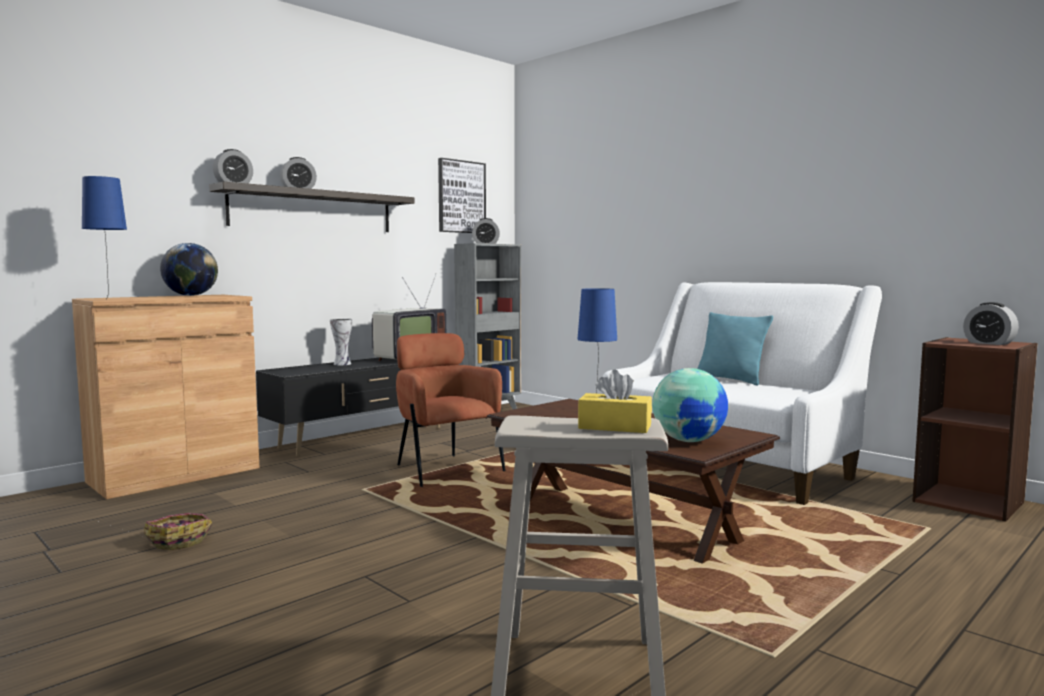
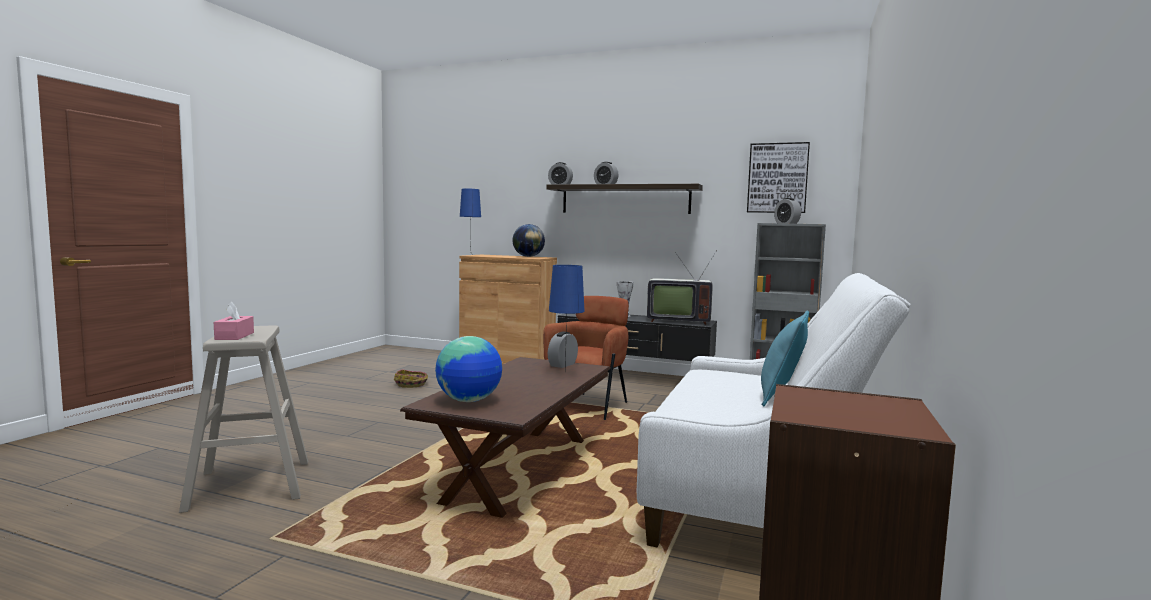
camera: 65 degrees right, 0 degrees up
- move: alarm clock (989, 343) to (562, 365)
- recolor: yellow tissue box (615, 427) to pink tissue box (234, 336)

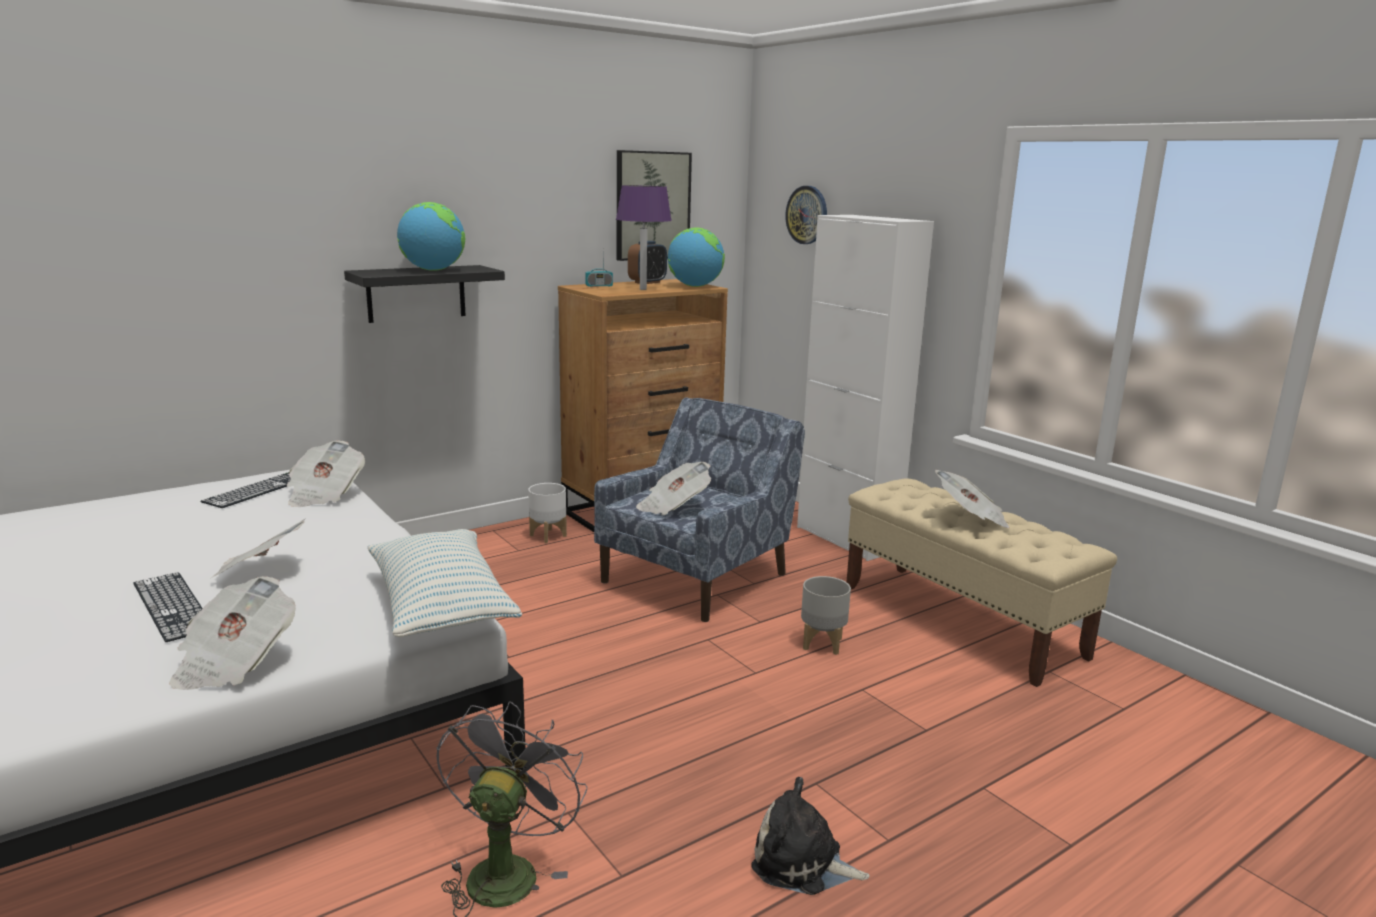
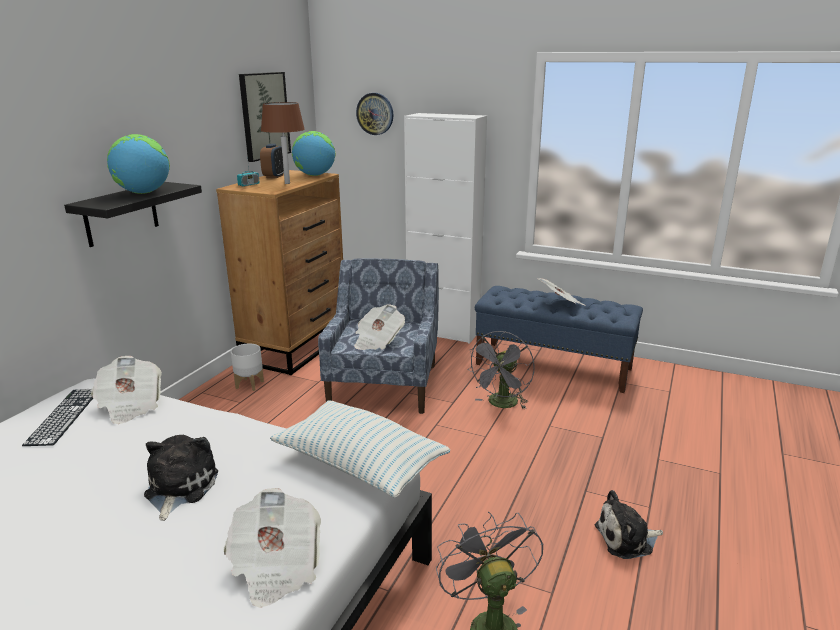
camera: 30 degrees left, 5 degrees up
- delete: keyboard (172, 605)
- replace: newspaper (260, 572) to plush toy (179, 488)
- replace: grey planter (823, 644) to grey fan (501, 405)
- recolor: purple table lamp (642, 289) to brown table lamp (287, 183)
- recolor: beige bench (961, 621) to blue bench (553, 366)

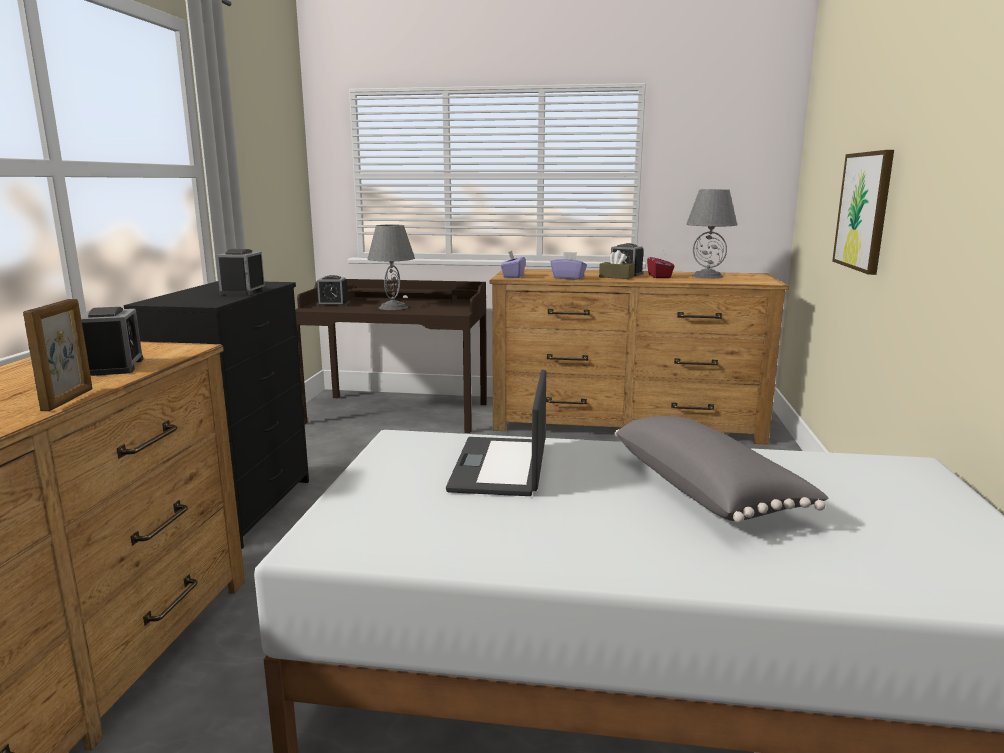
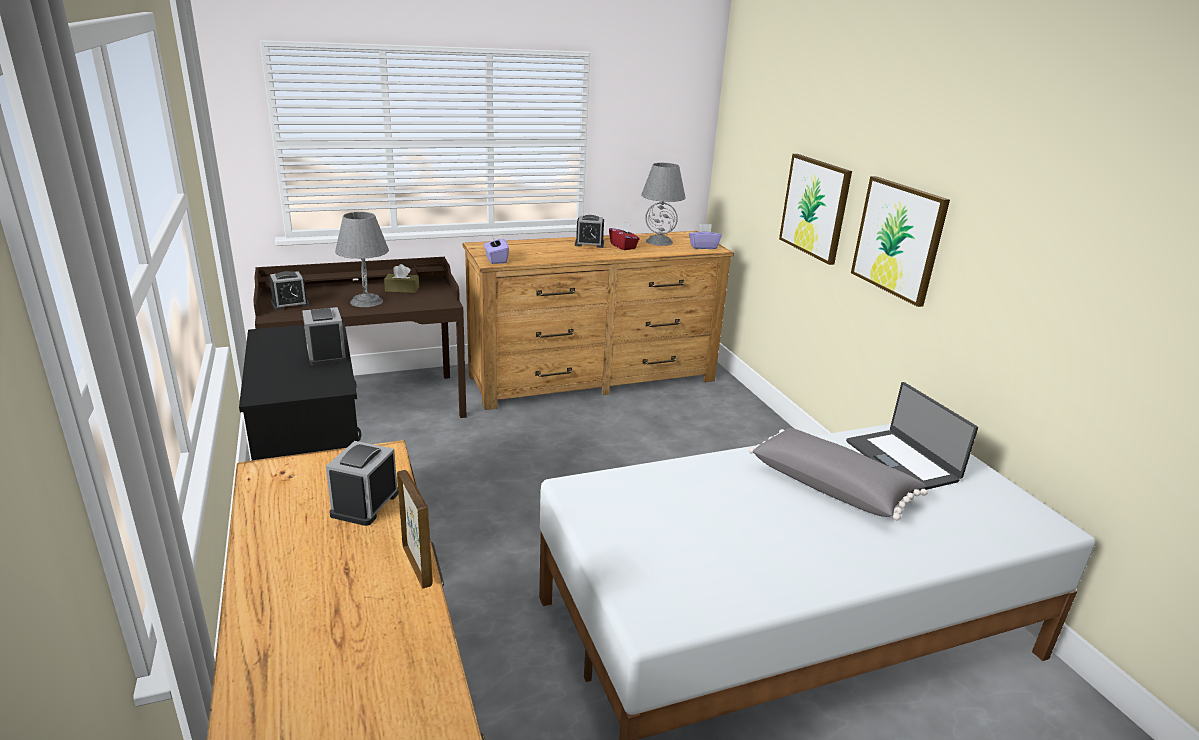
camera: 30 degrees left, 10 degrees up
- insert: picture (898, 239)
- move: laptop (501, 466) to (902, 460)
- move: purple tissue box (568, 278) to (703, 247)
- move: brown tissue box (616, 277) to (402, 289)
- rotate: alarm clock (114, 367) = (365, 504) 120 degrees counterclockwise

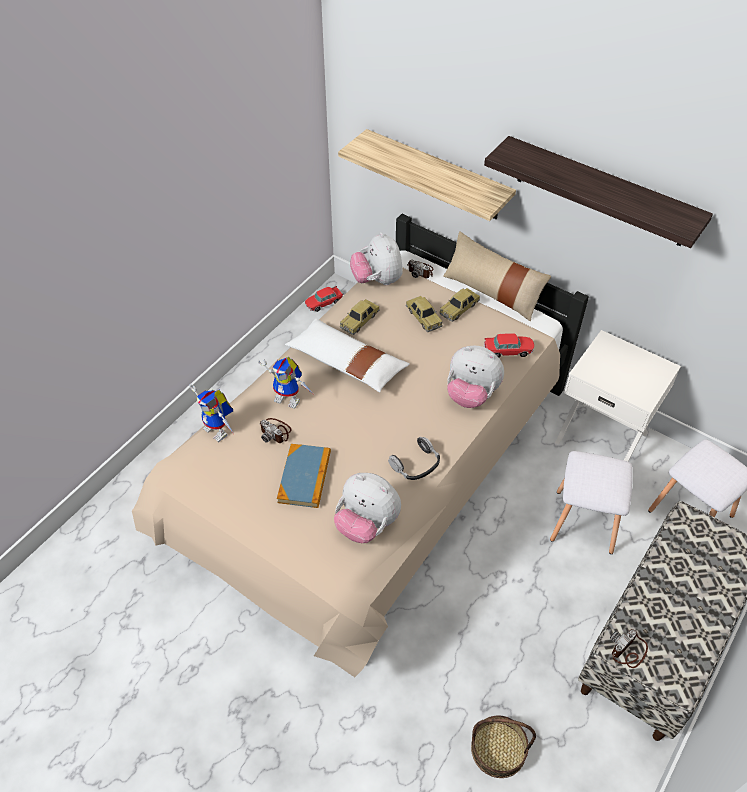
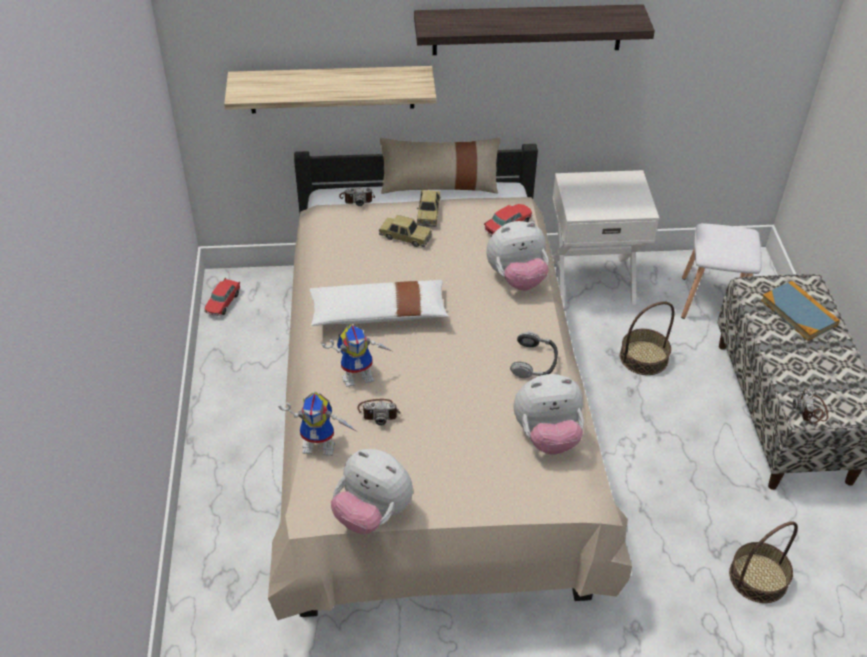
camera: 40 degrees left, 5 degrees down
- delete: toy car (359, 320)
- move: book (304, 477) to (799, 313)
- move: plush toy (377, 280) to (372, 513)
- replace: white stool (582, 521) to basket (644, 357)

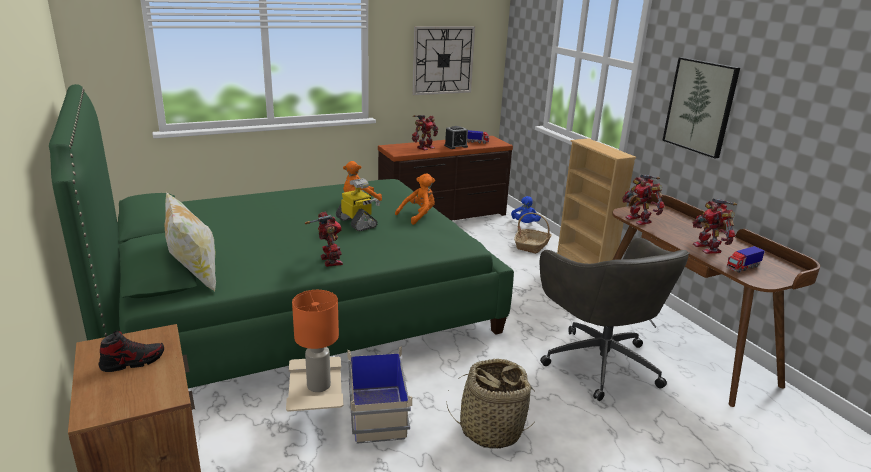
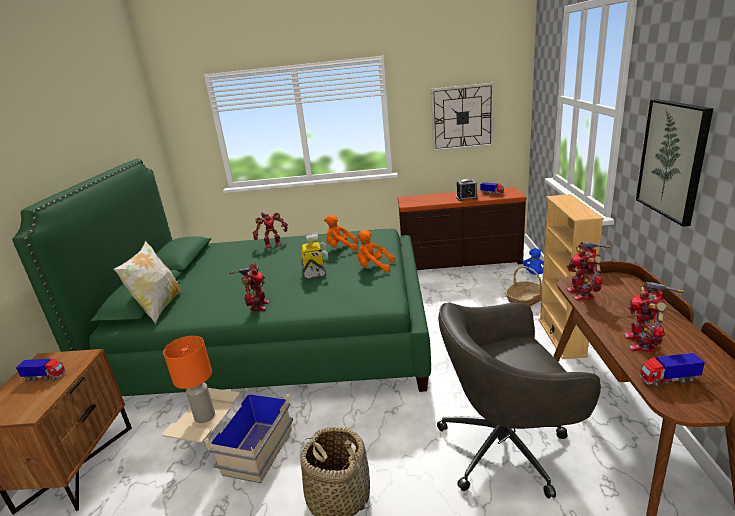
camera: 30 degrees right, 0 degrees up
- move: toy robot (424, 147) to (272, 244)
- replace: shoe (133, 362) to toy truck (45, 377)
- rotate: orange plush toy (418, 216) = (373, 267) 150 degrees counterclockwise
- rotate: grey office chair (599, 361) = (506, 447) 75 degrees clockwise

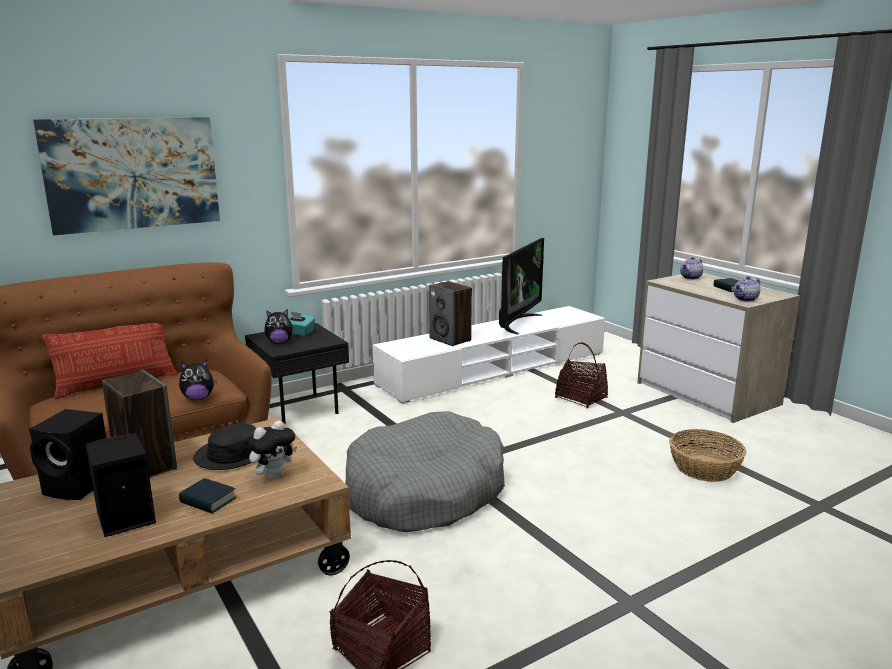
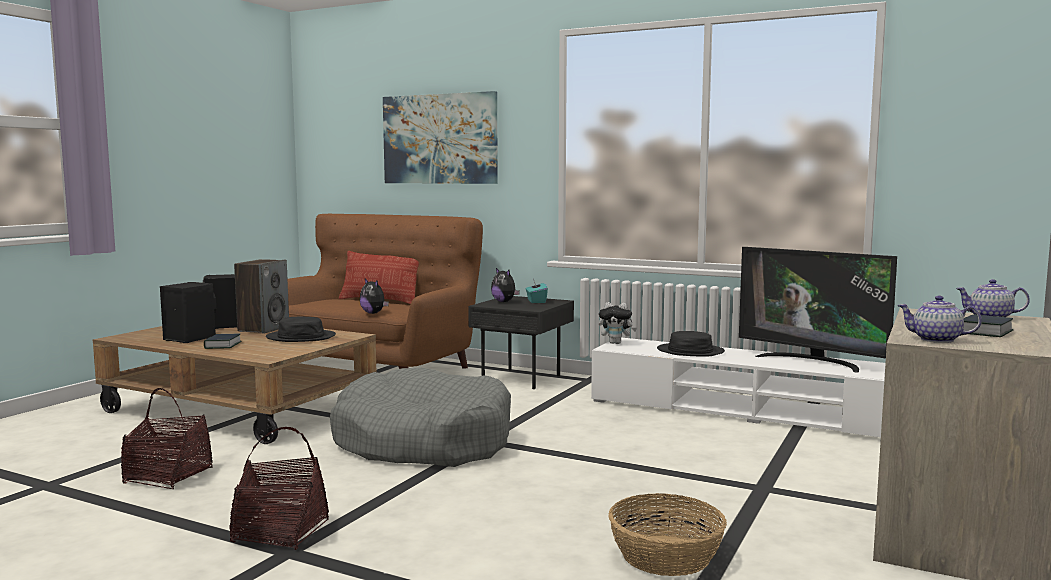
camera: 60 degrees right, 10 degrees down
- move: plush toy (274, 476) to (616, 343)
- move: basket (581, 398) to (280, 532)
- replace: speaker (450, 339) to black hat (690, 351)
- rotate: television (517, 323) = (812, 361) 45 degrees clockwise

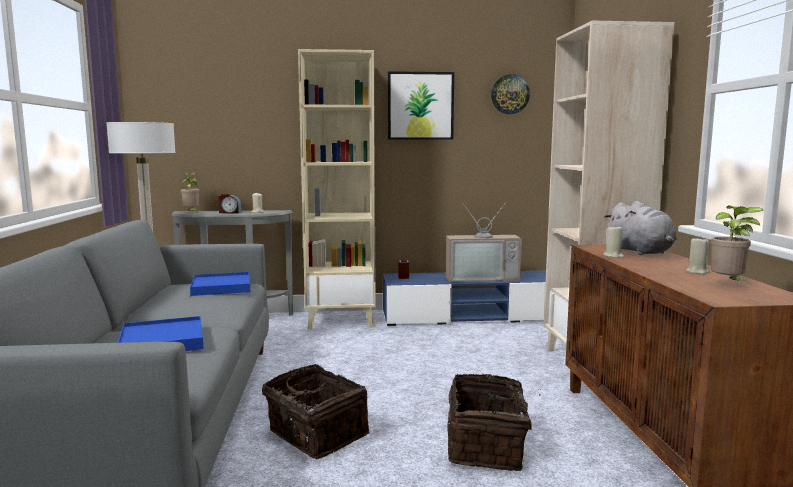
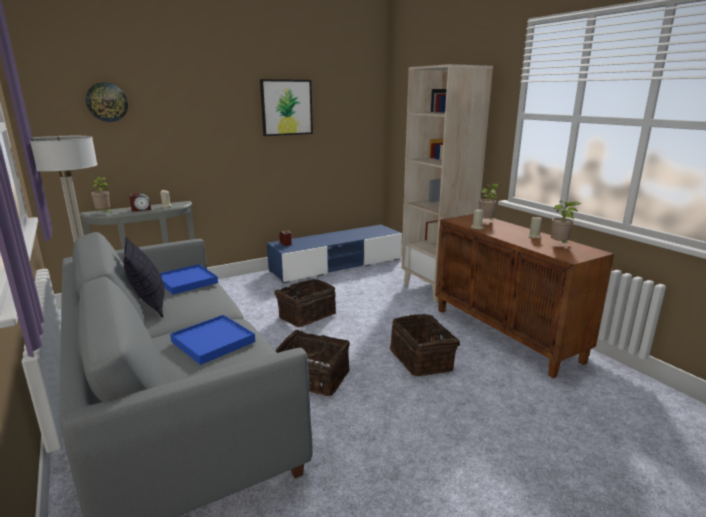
camera: 25 degrees left, 10 degrees up
- delete: beige bookcase (341, 320)
- delete: television (481, 277)
- insert: pillow (149, 305)
- insert: basket (306, 315)
- move: wall clock (510, 94) to (107, 102)
- replace: grey plush toy (641, 252) to potted plant (486, 222)

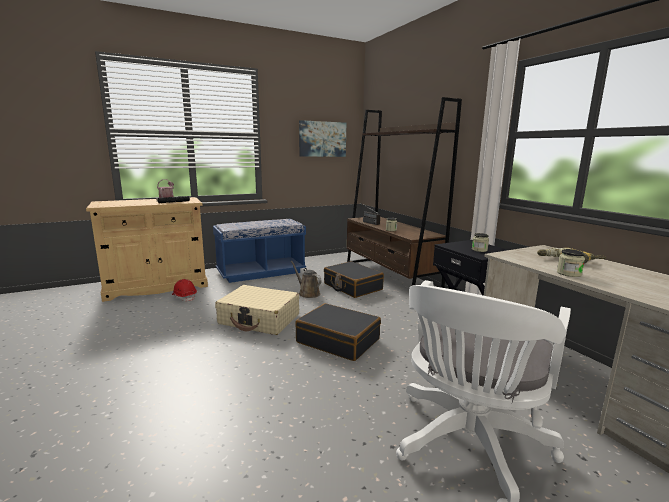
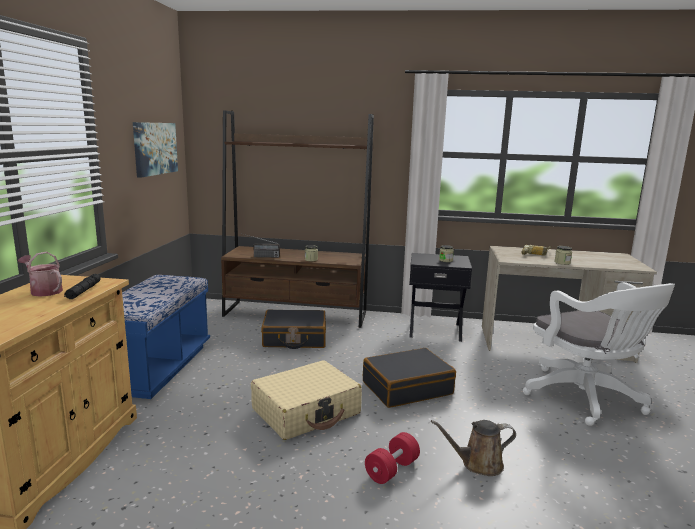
camera: 55 degrees left, 0 degrees up
- delete: red hard hat (184, 297)
- insert: red dumbbell (392, 469)
- move: brown watering can (307, 293) to (478, 464)

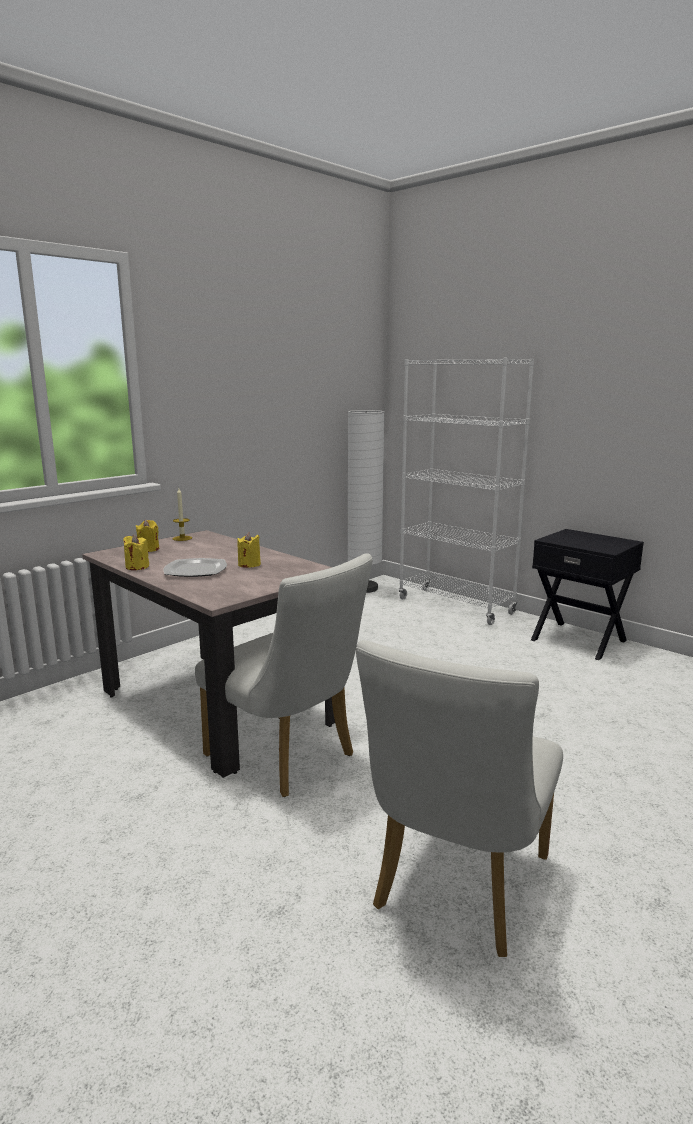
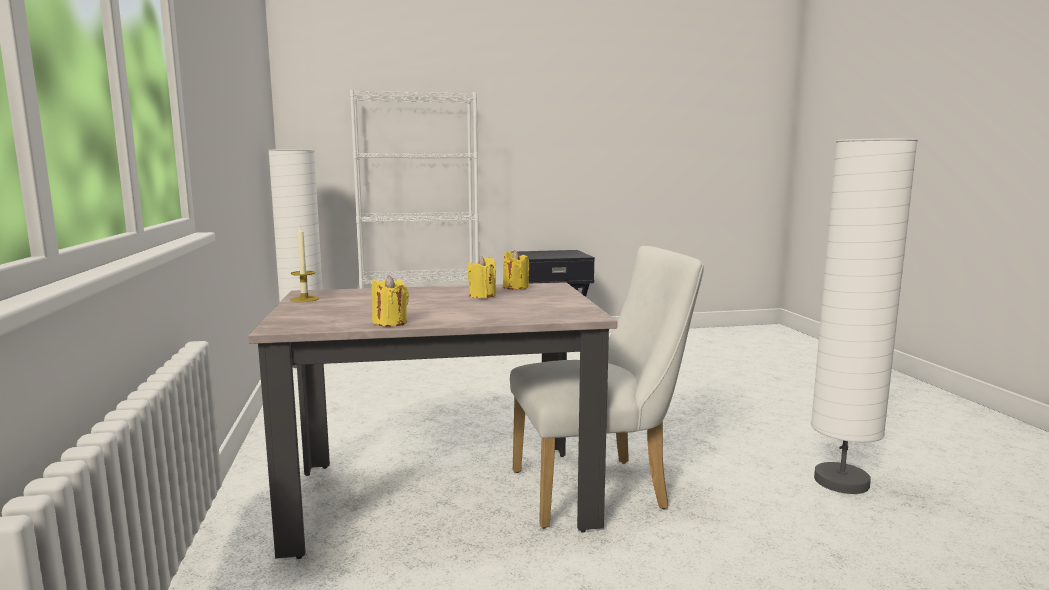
camera: 55 degrees left, 5 degrees down
- delete: plate (196, 570)
- move: yellow candle (148, 549) to (515, 287)
- replace: white chair (456, 890) to white floor lamp (841, 482)

